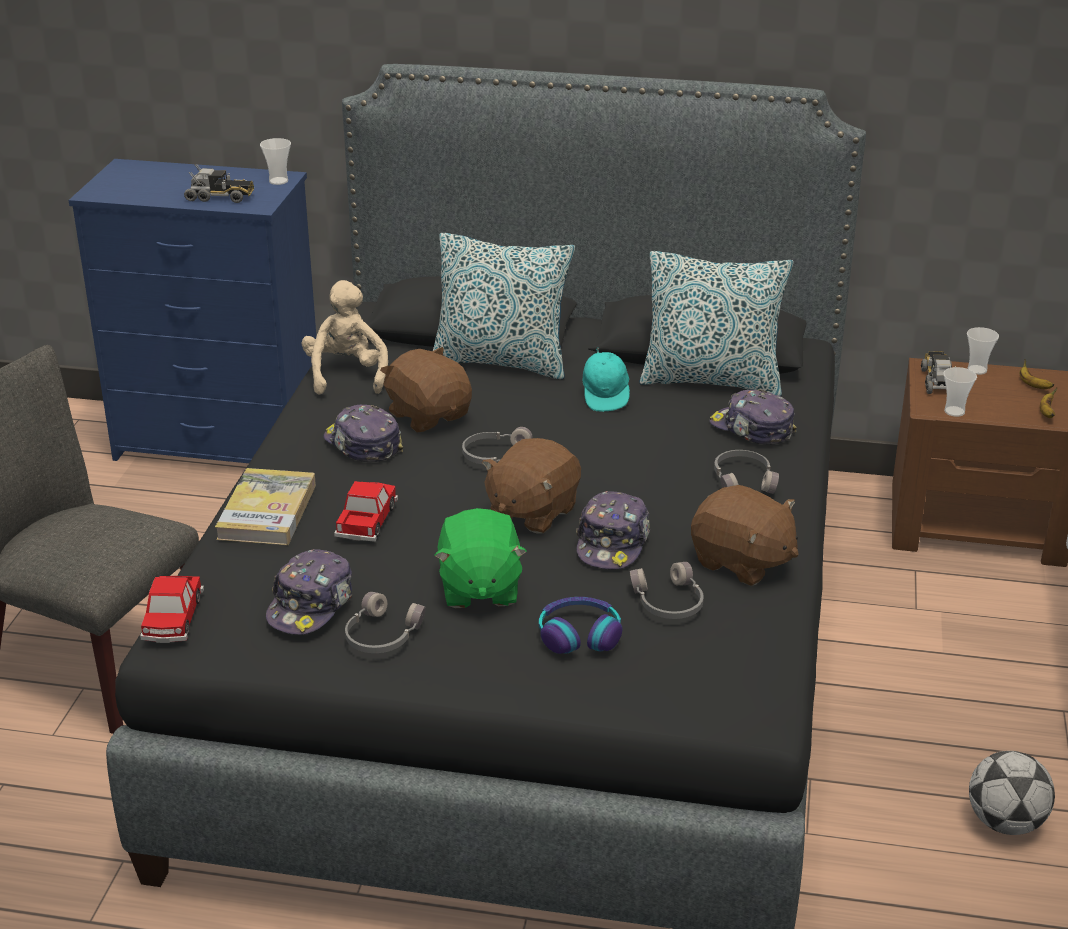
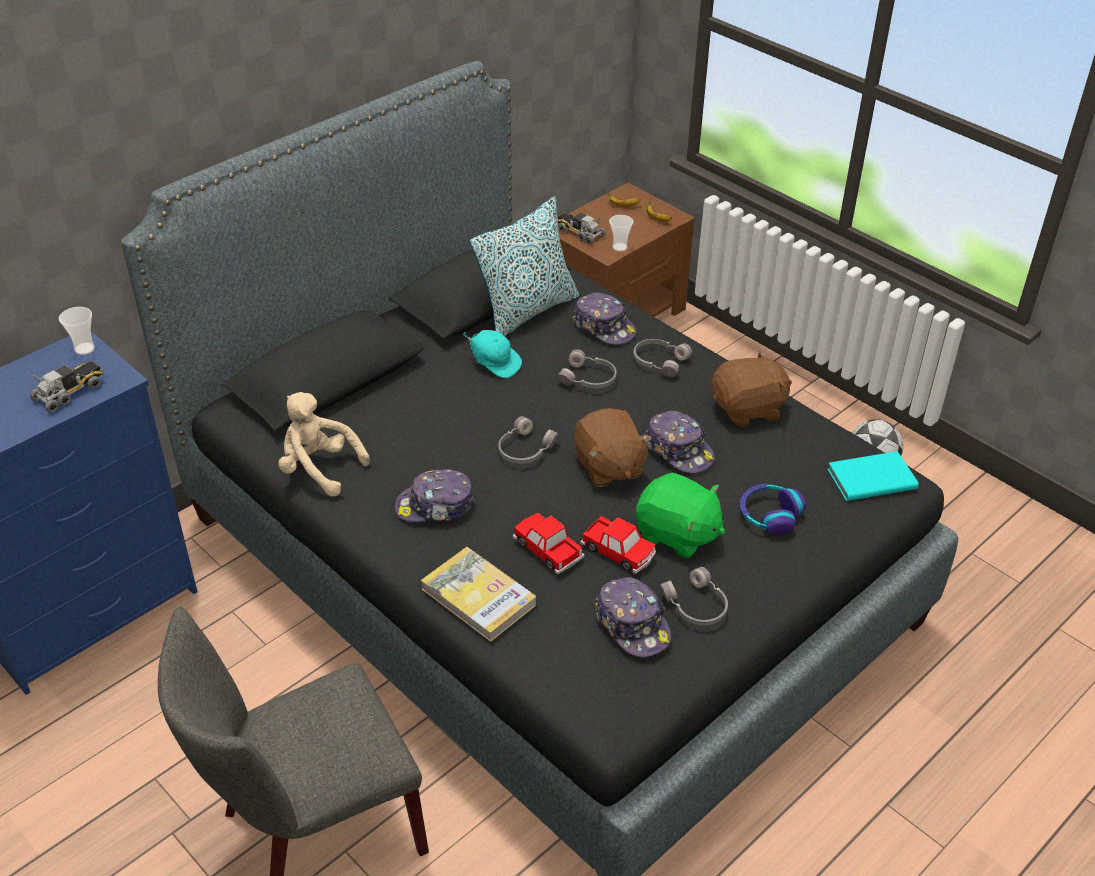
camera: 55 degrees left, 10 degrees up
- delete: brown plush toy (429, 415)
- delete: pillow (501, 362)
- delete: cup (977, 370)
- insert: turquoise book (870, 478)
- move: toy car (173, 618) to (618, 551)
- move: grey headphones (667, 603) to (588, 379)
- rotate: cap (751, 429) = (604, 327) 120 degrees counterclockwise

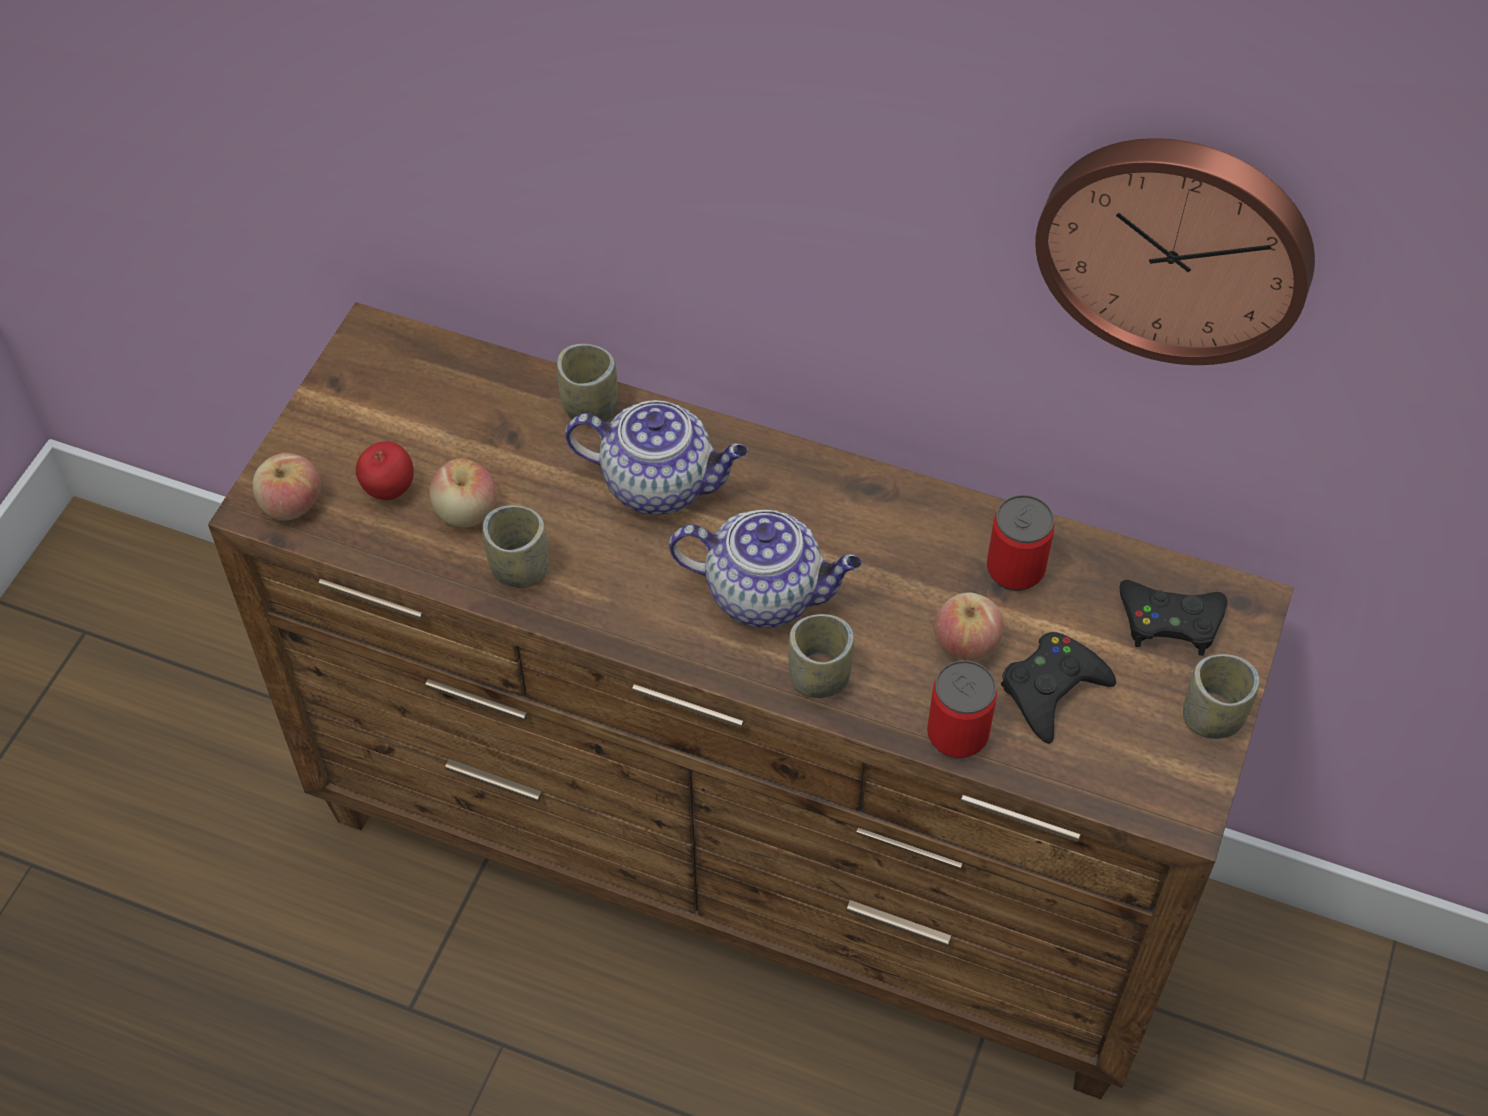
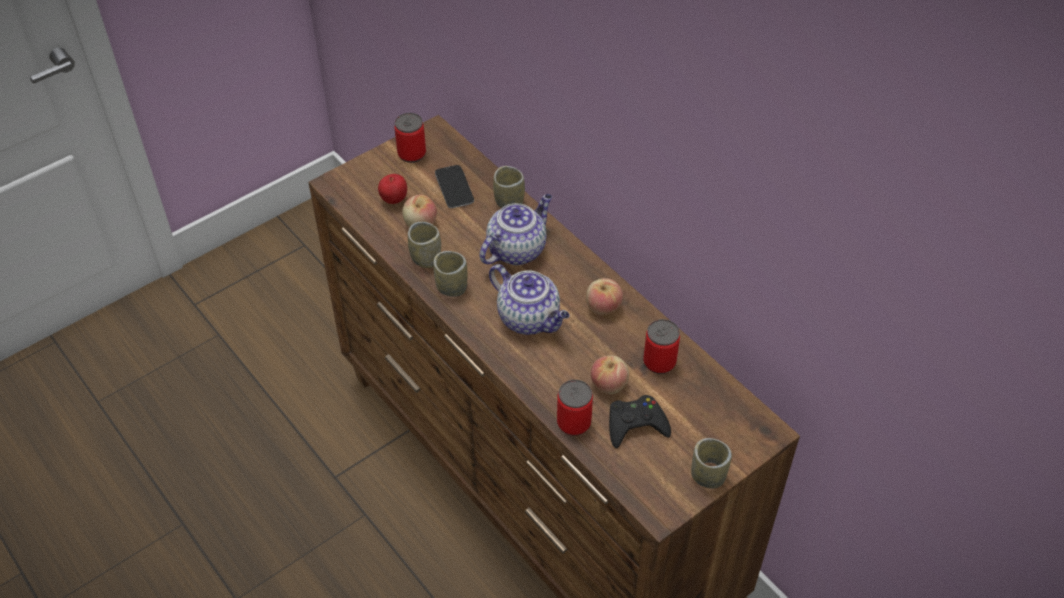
camera: 30 degrees right, 5 degrees down
- delete: wall clock (1176, 244)
- delete: black game controller (1170, 621)
- insert: can (411, 154)
- insert: phone (454, 187)
- move: apple (291, 505) to (603, 307)
- move: cup (819, 678) to (451, 287)
- rotate: teapot (660, 484) = (517, 249) 90 degrees counterclockwise

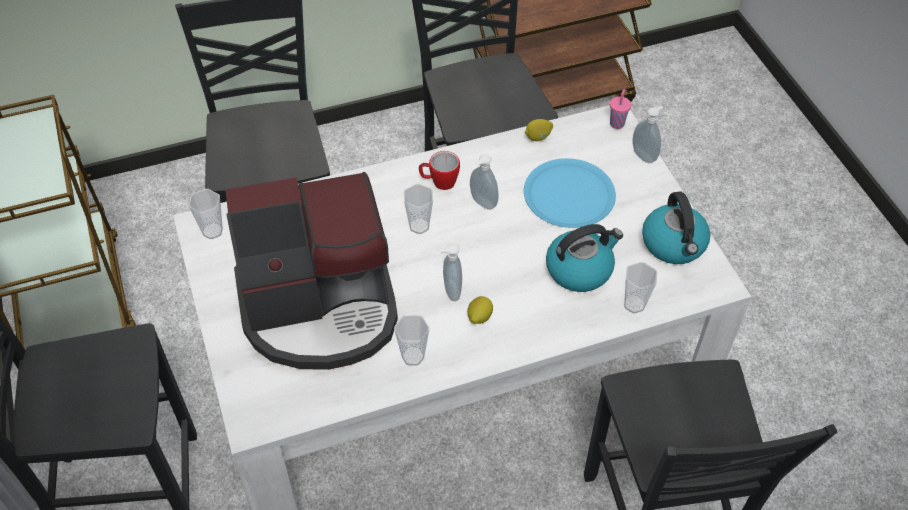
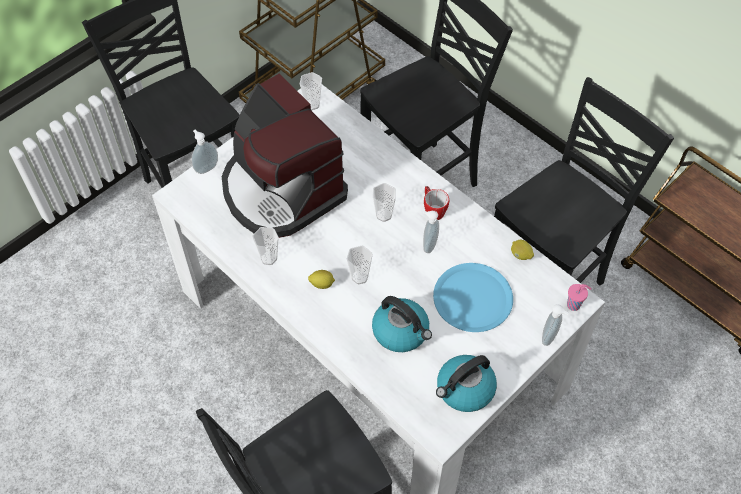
camera: 65 degrees right, 5 degrees up
- move: soap dispenser (450, 291) to (206, 167)
- move: cup (634, 304) to (360, 277)

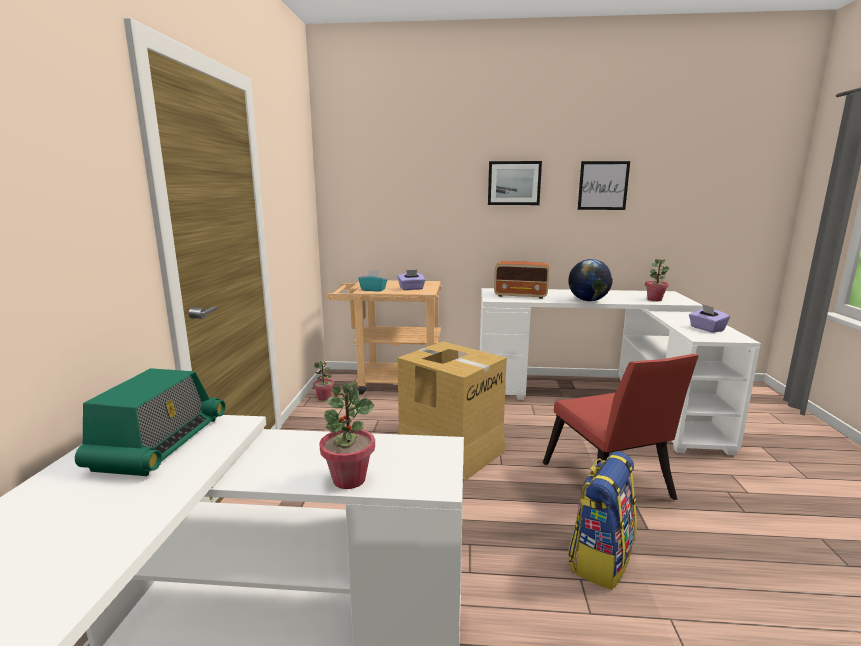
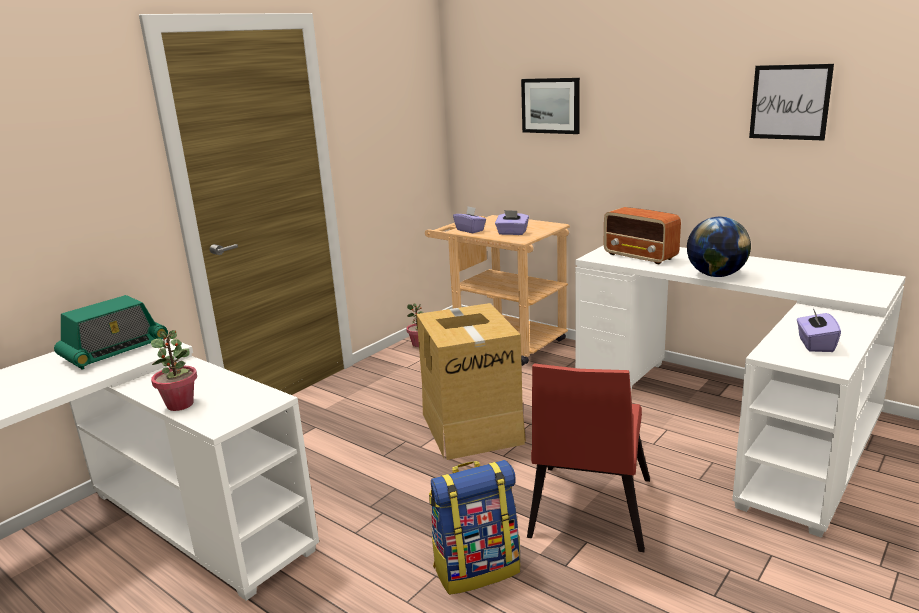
camera: 35 degrees right, 5 degrees up
- delete: potted plant (654, 299)
- move: picture (514, 183) to (551, 105)
- recolor: turquoise tissue box (373, 290) to purple tissue box (470, 230)

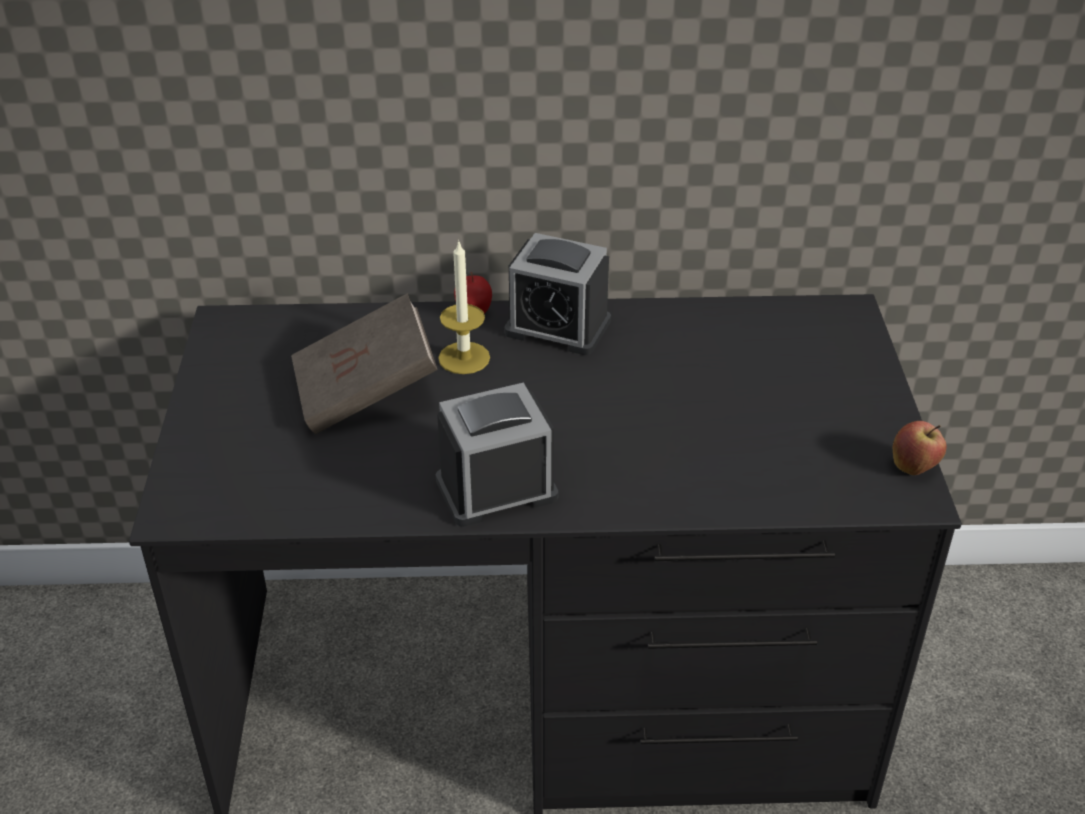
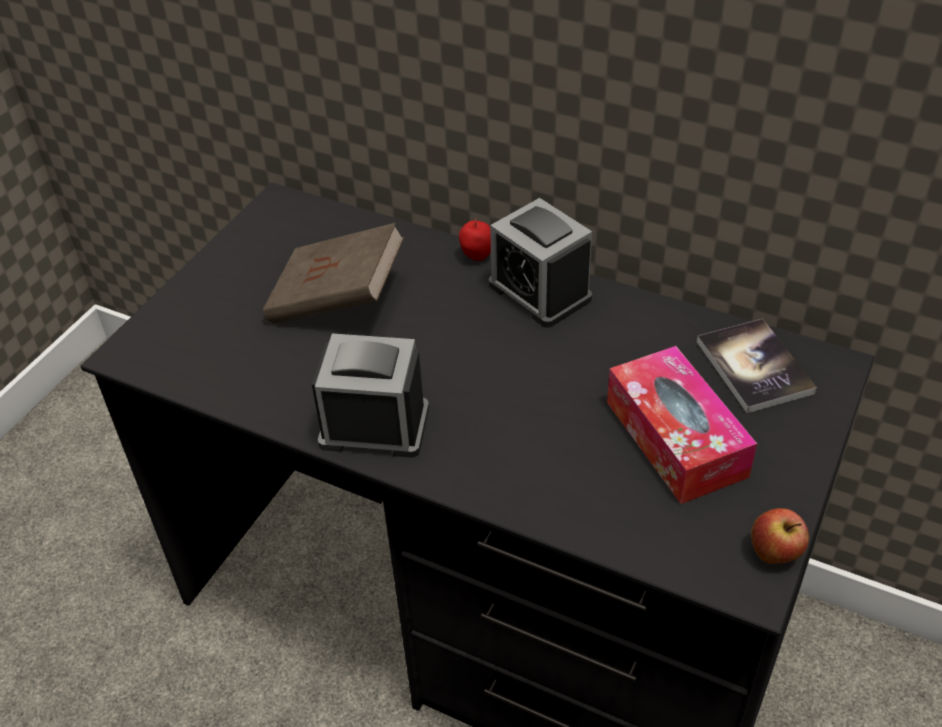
camera: 30 degrees right, 5 degrees up
- delete: candle (464, 358)
- insert: tissue box (675, 438)
- insert: book (754, 367)

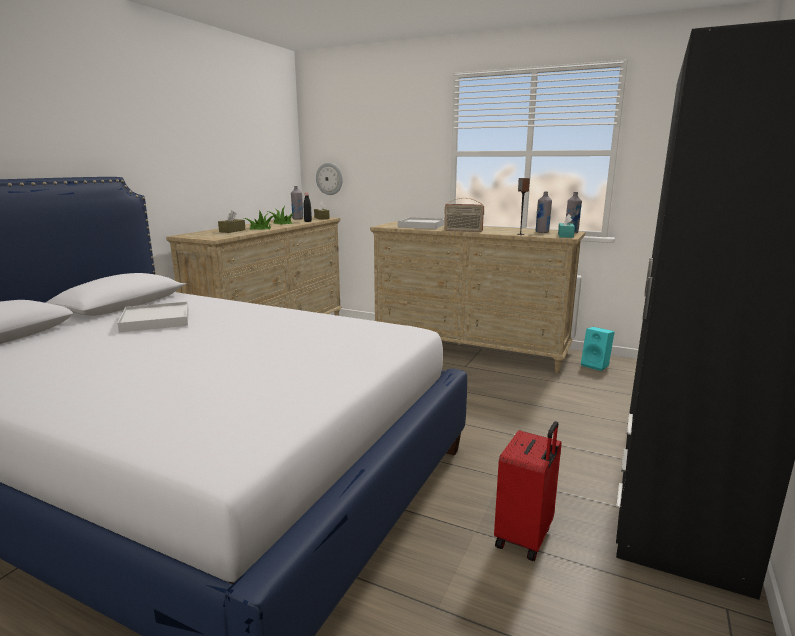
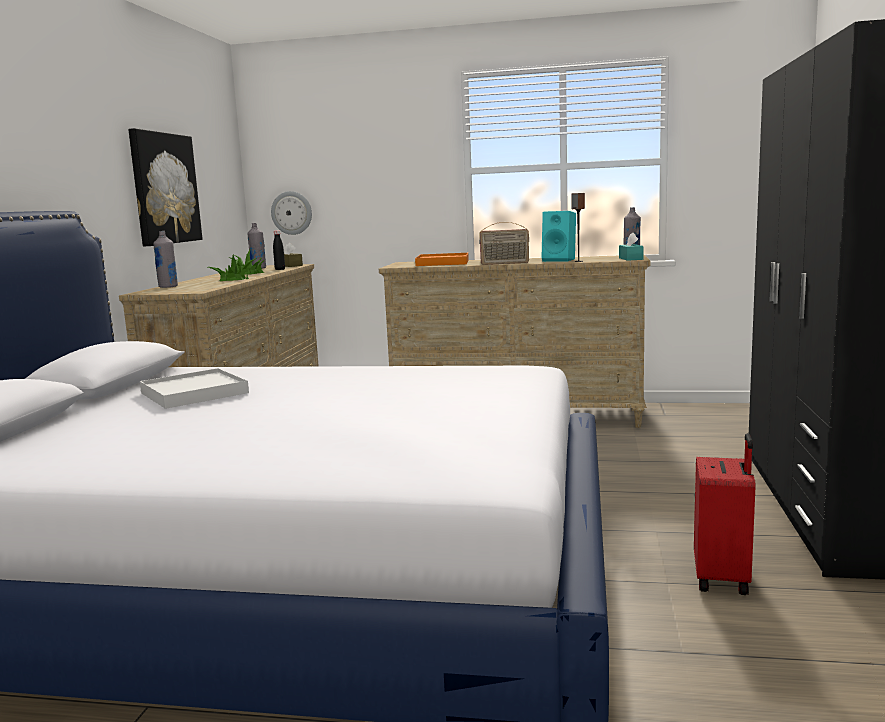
camera: 15 degrees left, 5 degrees down
- delete: brown tissue box (232, 231)
- insert: picture (164, 188)
- move: grey bottle (542, 232) to (168, 287)
- move: turquoise speaker (596, 365) to (560, 260)
- recolor: white tray (422, 226) to orange tray (442, 263)

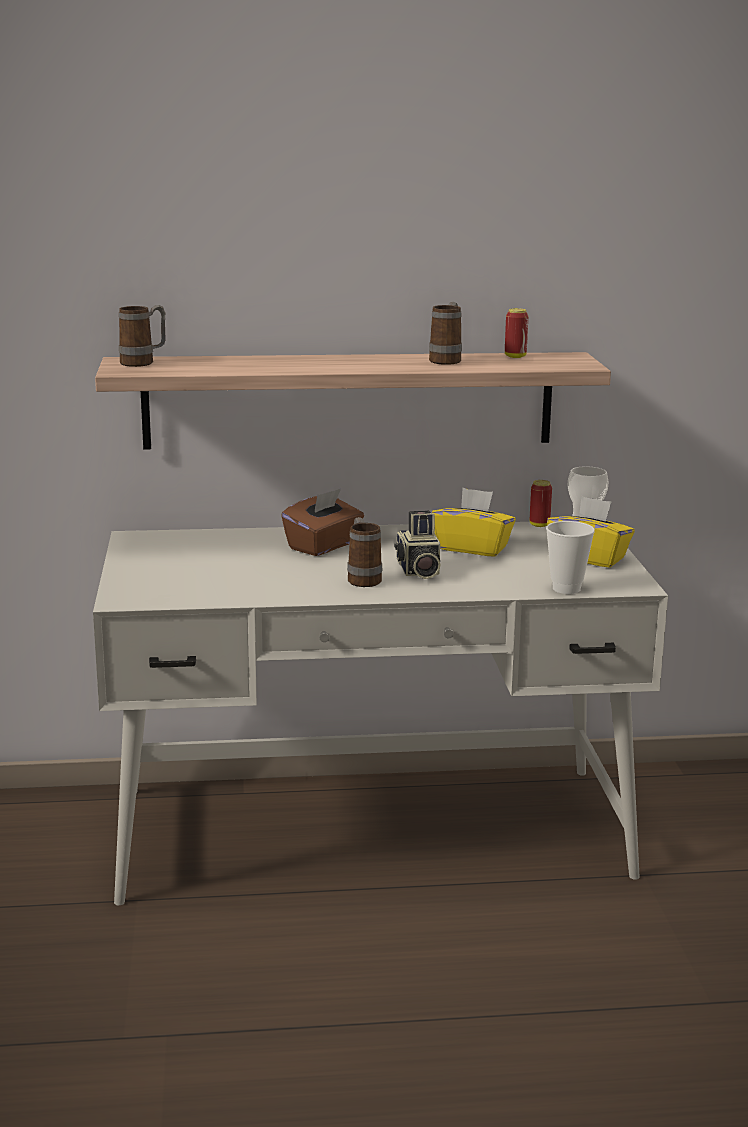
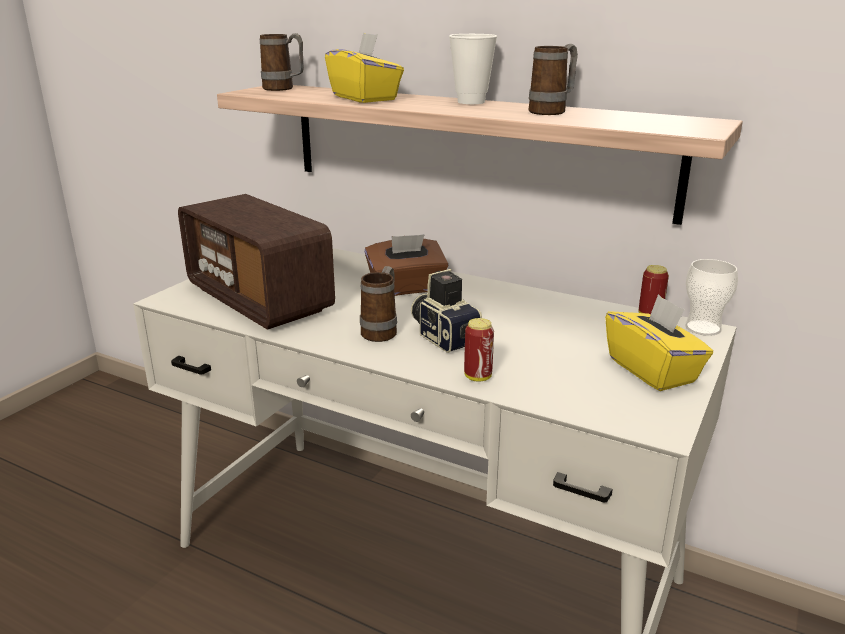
camera: 35 degrees right, 5 degrees up
- insert: radio (259, 299)
- move: yellow tissue box (472, 548) to (365, 98)
- move: can (515, 356) to (477, 377)
- move: cup (566, 589) to (471, 102)
- rotate: photo camera (417, 571) = (445, 336) 120 degrees clockwise

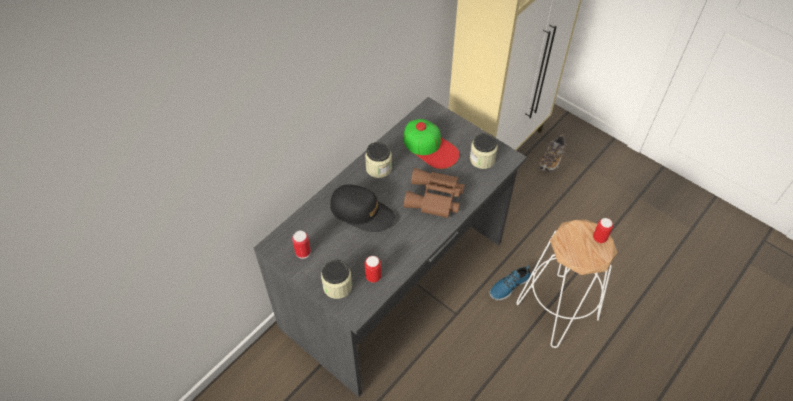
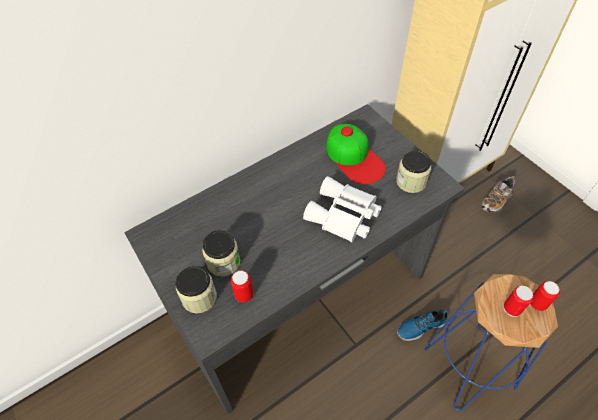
camera: 15 degrees right, 0 degrees up
- delete: black cap (362, 212)
- move: can (303, 252) to (512, 308)
- move: jar (378, 168) to (223, 262)
- recolor: brown binoculars (435, 198) to white binoculars (343, 216)
- recolor: white stool (557, 311) to blue stool (469, 367)

